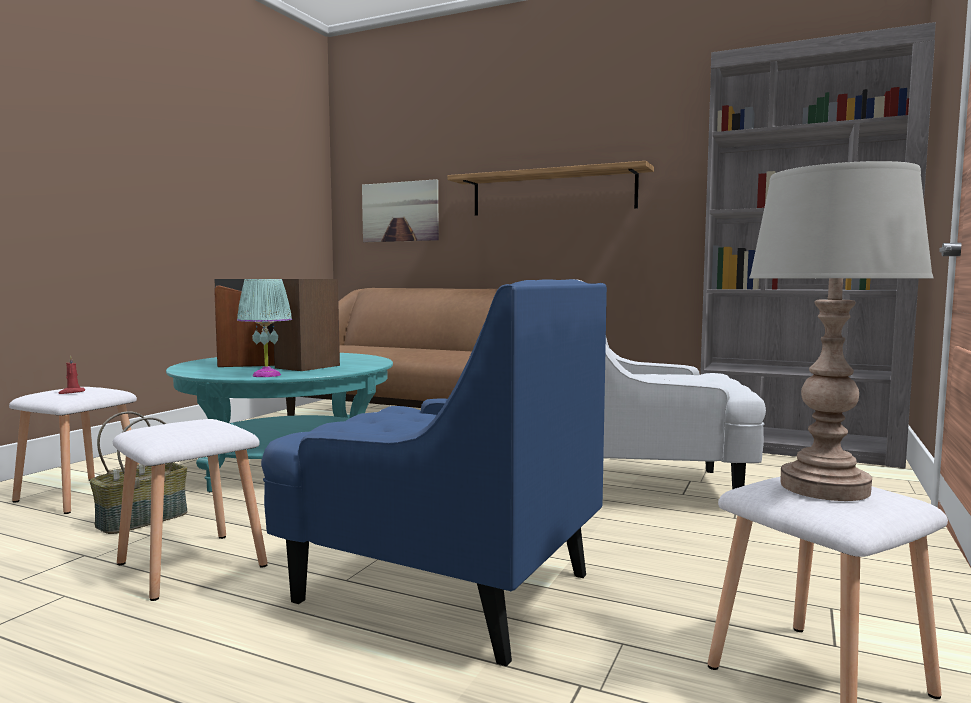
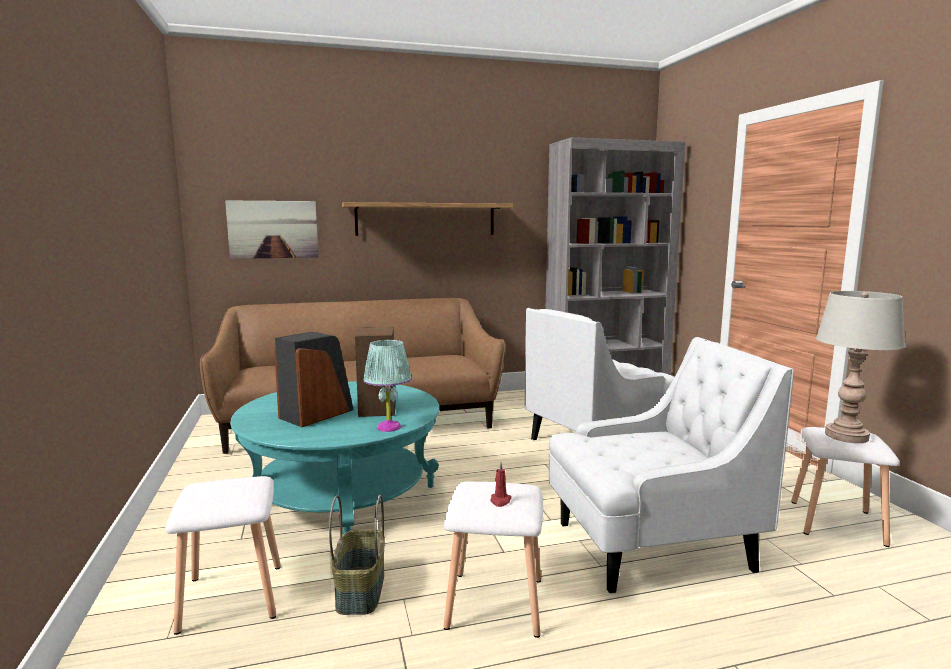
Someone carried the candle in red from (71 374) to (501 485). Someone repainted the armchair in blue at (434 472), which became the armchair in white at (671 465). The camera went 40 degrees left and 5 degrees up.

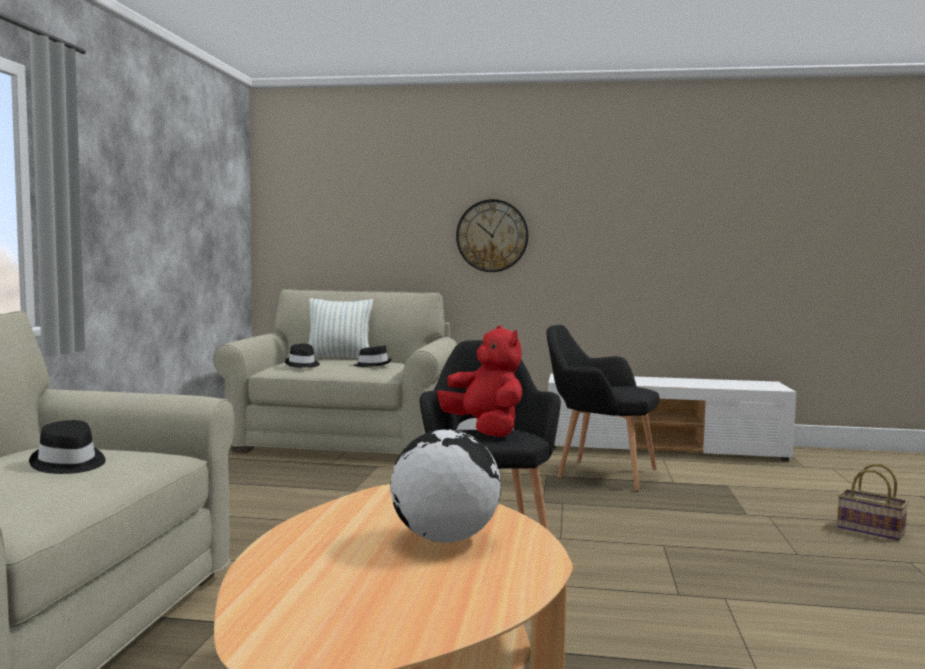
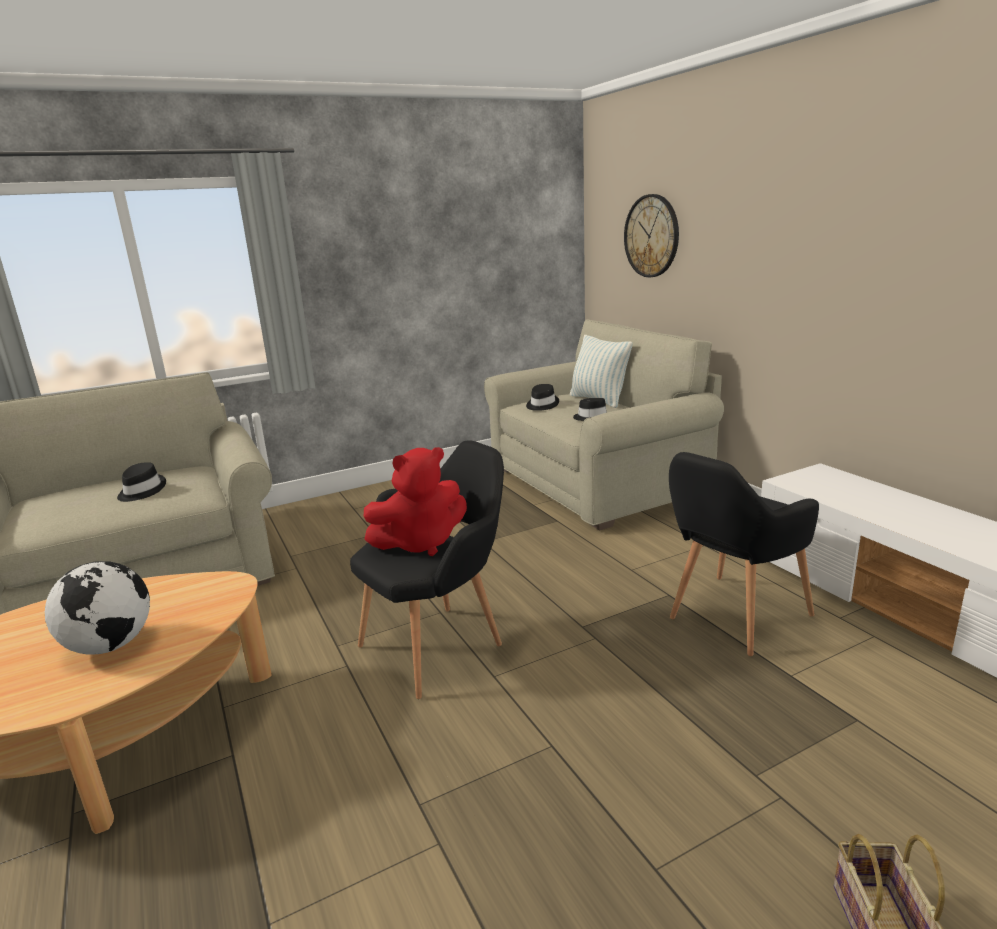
Someone rotated the plush toy in red at (479 381) by 45 degrees clockwise. Someone carried the wall clock from (492 235) to (651 235). Someone rotated the armchair in black at (603 408) by 120 degrees counterclockwise. The camera went 55 degrees right and 15 degrees up.

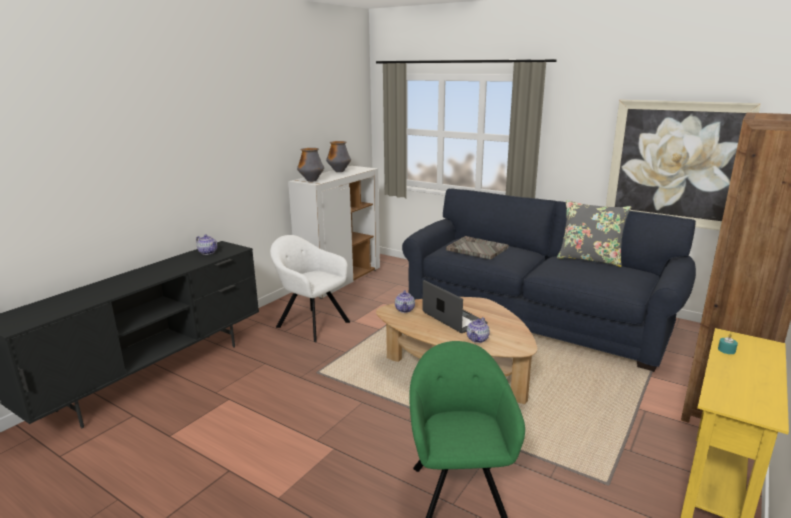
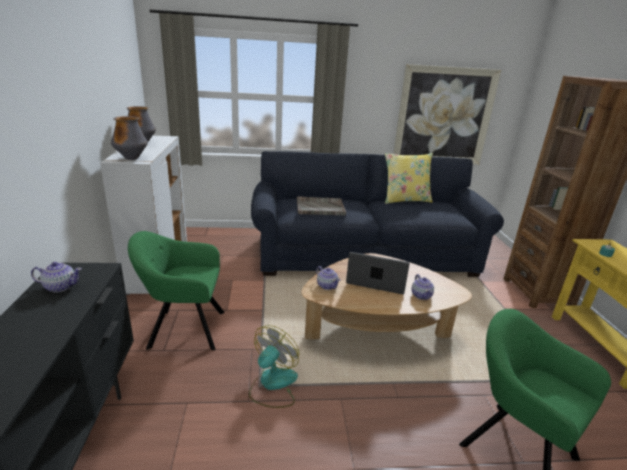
Someone repainted the armchair in white at (310 288), which became the armchair in green at (176 290). Someone put down the fan at (274 366). Someone repainted the pillow in grey at (594 233), which became the pillow in yellow at (409 178). The camera went 40 degrees left and 5 degrees up.

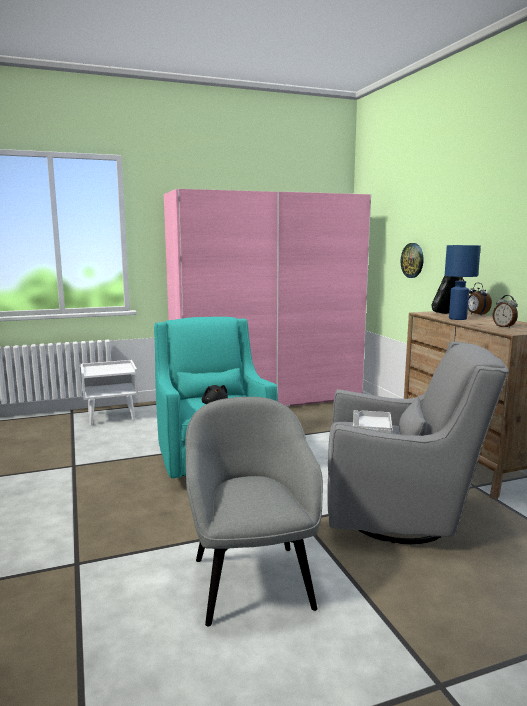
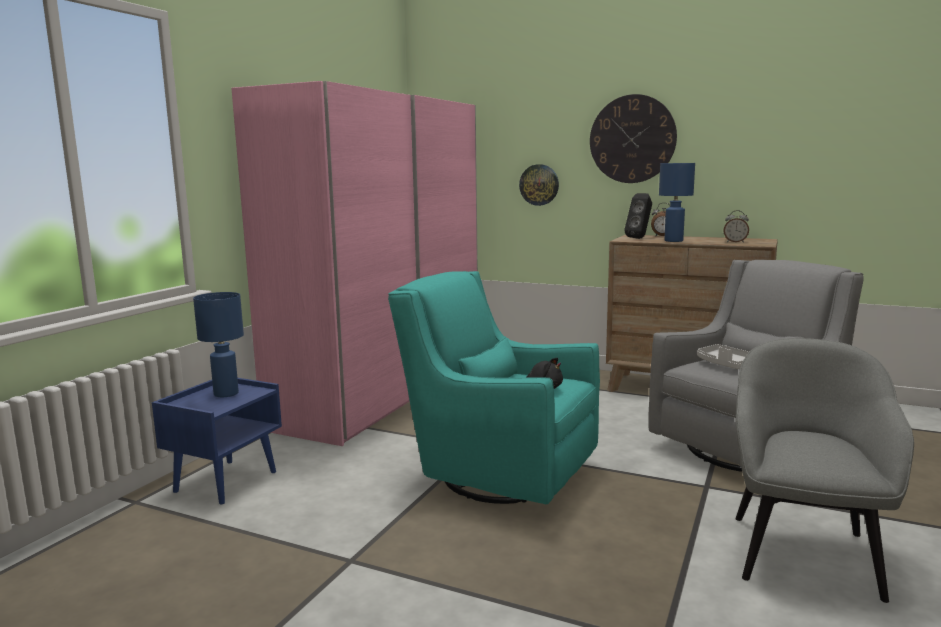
Someone repainted the nightstand in white at (109 392), which became the nightstand in blue at (217 441). Someone put down the table lamp in blue at (218 344). Someone put up the wall clock at (633 138). Someone rotated the armchair in grey at (254 512) by 75 degrees clockwise. The camera went 45 degrees left and 0 degrees up.

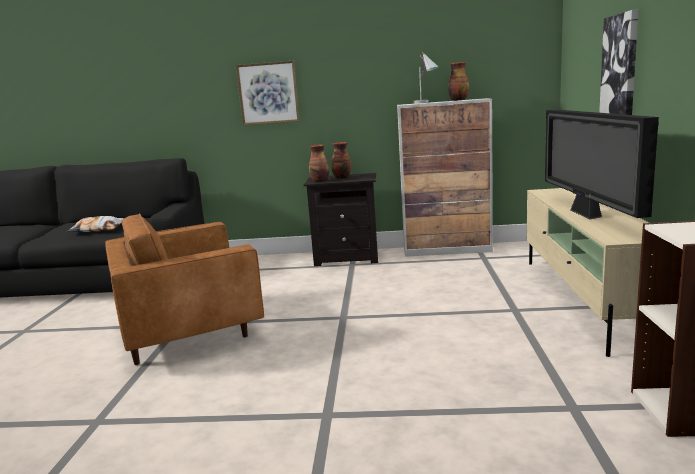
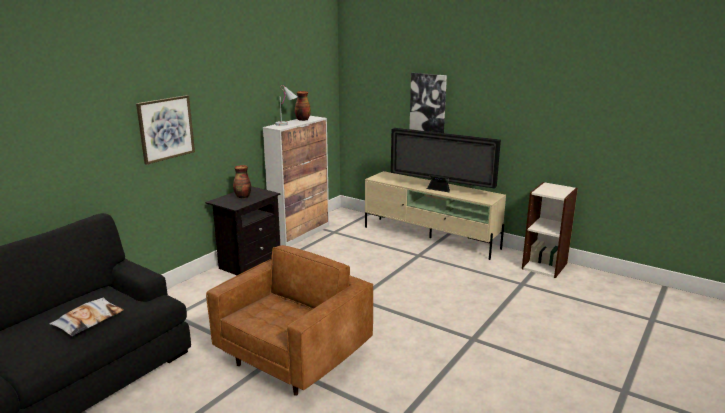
Someone rotated the armchair in brown at (184 289) by 150 degrees counterclockwise. Someone took away the vase at (319 163). The camera went 60 degrees left and 5 degrees up.

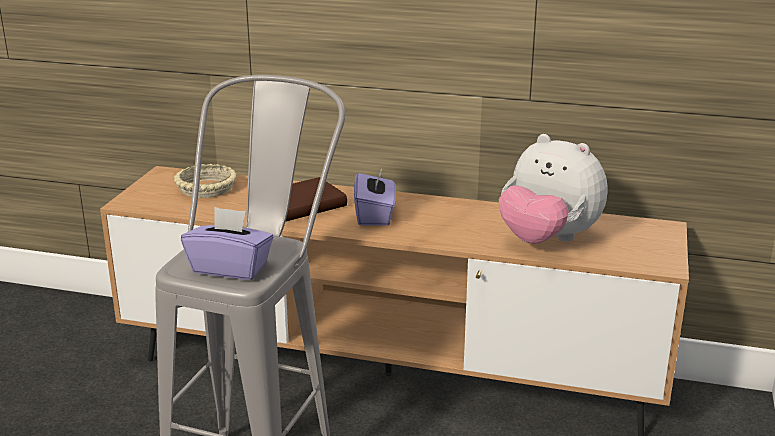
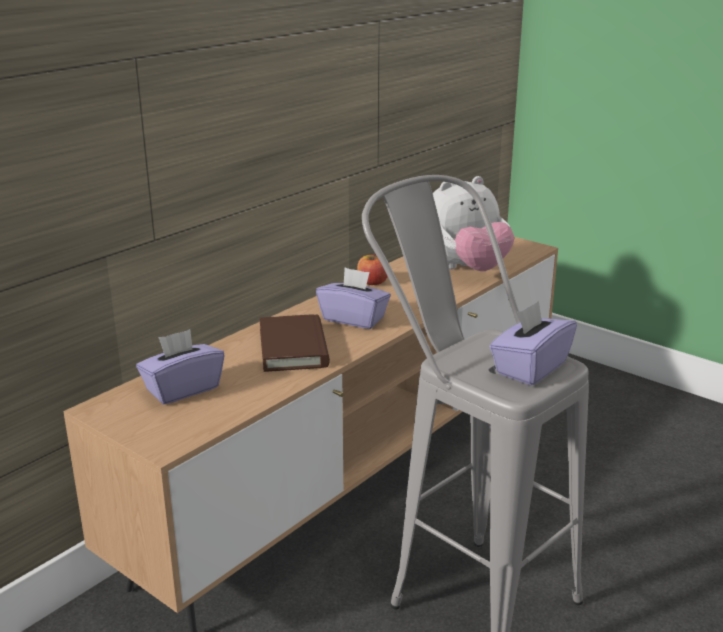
Someone swapped the bowl in beige at (205 181) for the tissue box in purple at (180 367). Someone put down the apple at (372 269). The camera went 65 degrees left and 0 degrees up.

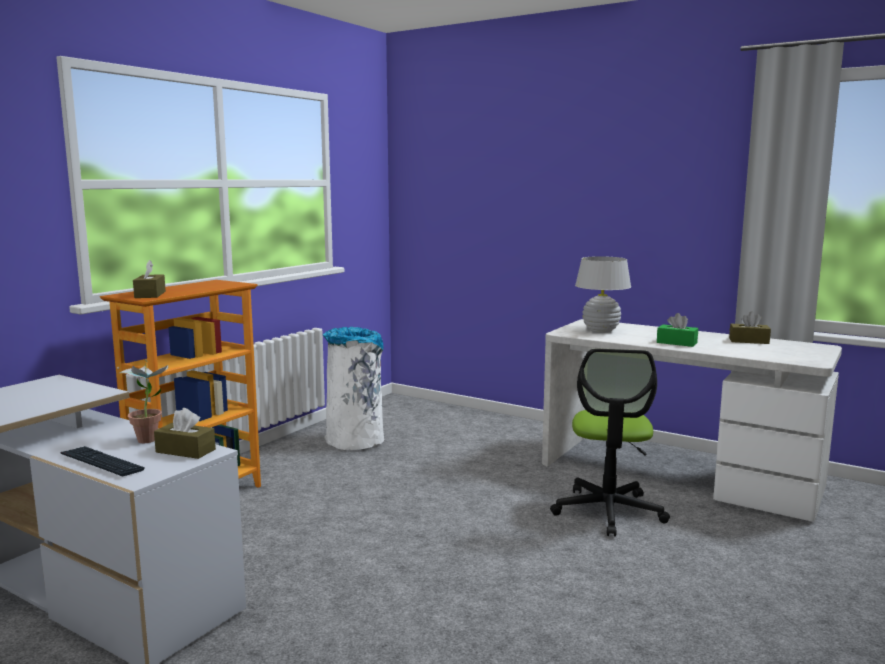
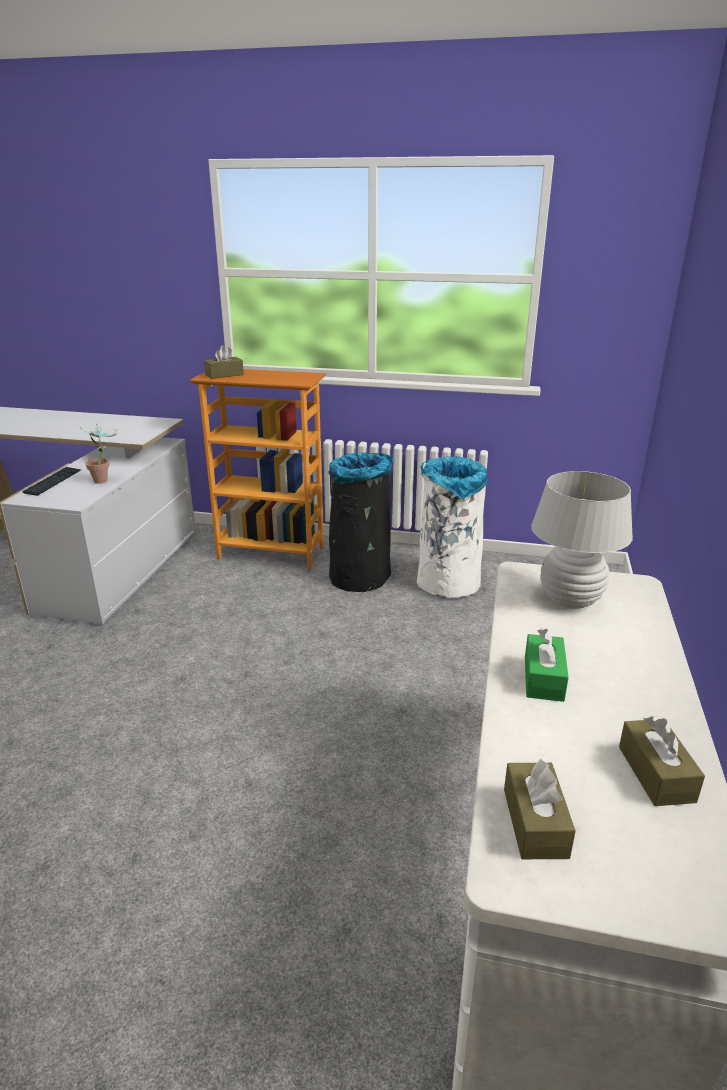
Someone put down the trash can in black at (361 522). Someone carried the tissue box in brown from (185 433) to (540 808). Someone took away the office chair at (610 442). The camera went 70 degrees right and 15 degrees up.

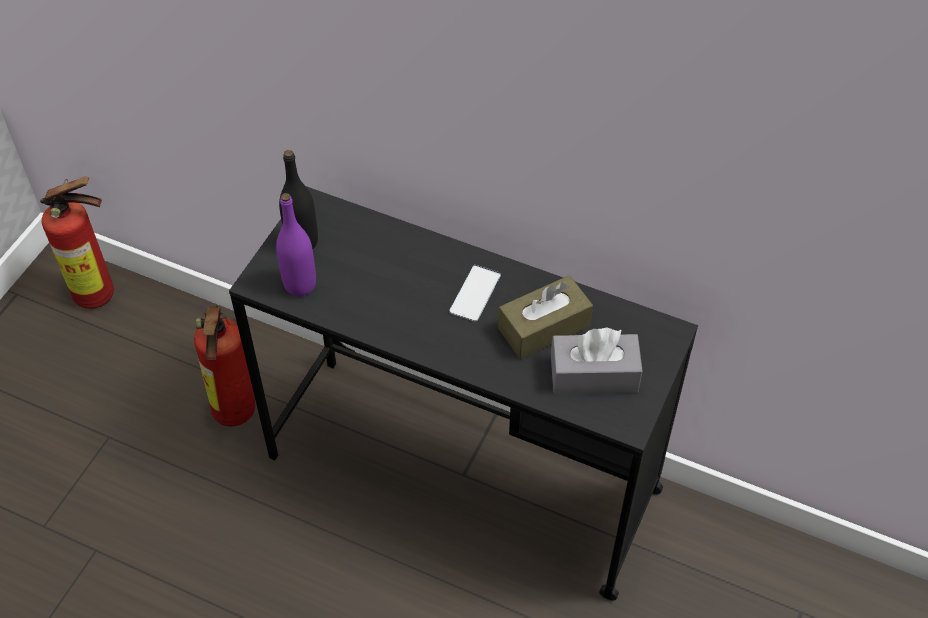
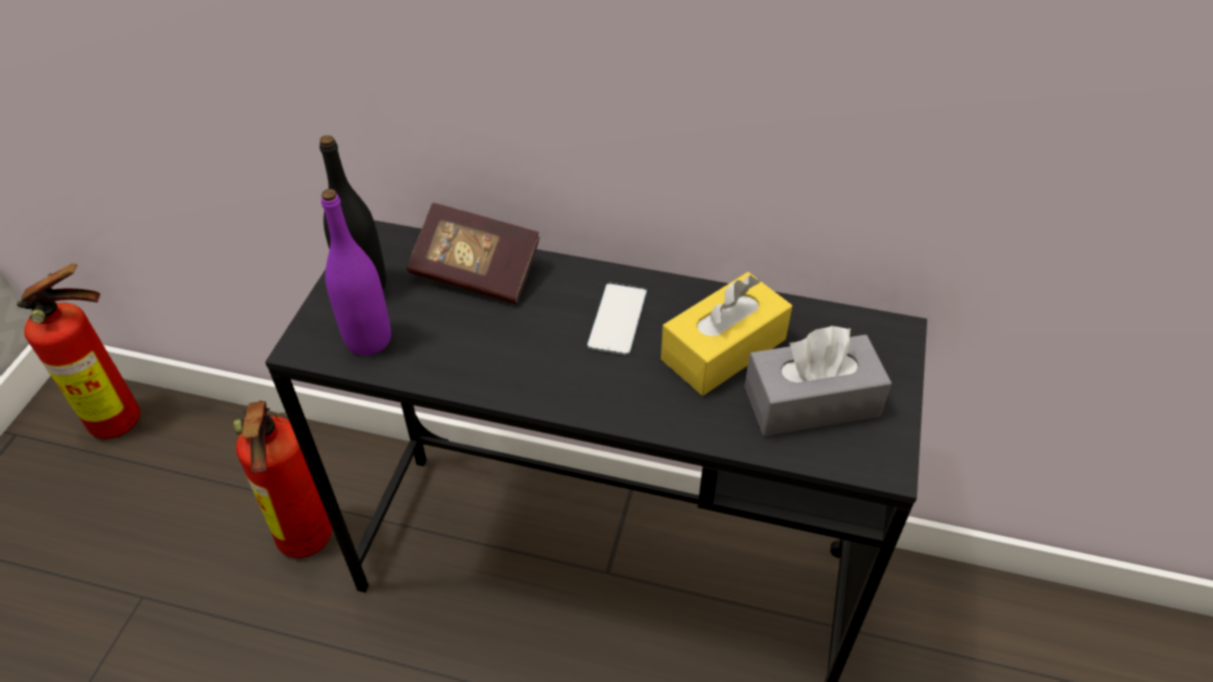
Someone put down the book at (473 253). Someone repainted the tissue box in brown at (545 317), which became the tissue box in yellow at (726 334). The camera went 10 degrees left and 5 degrees down.

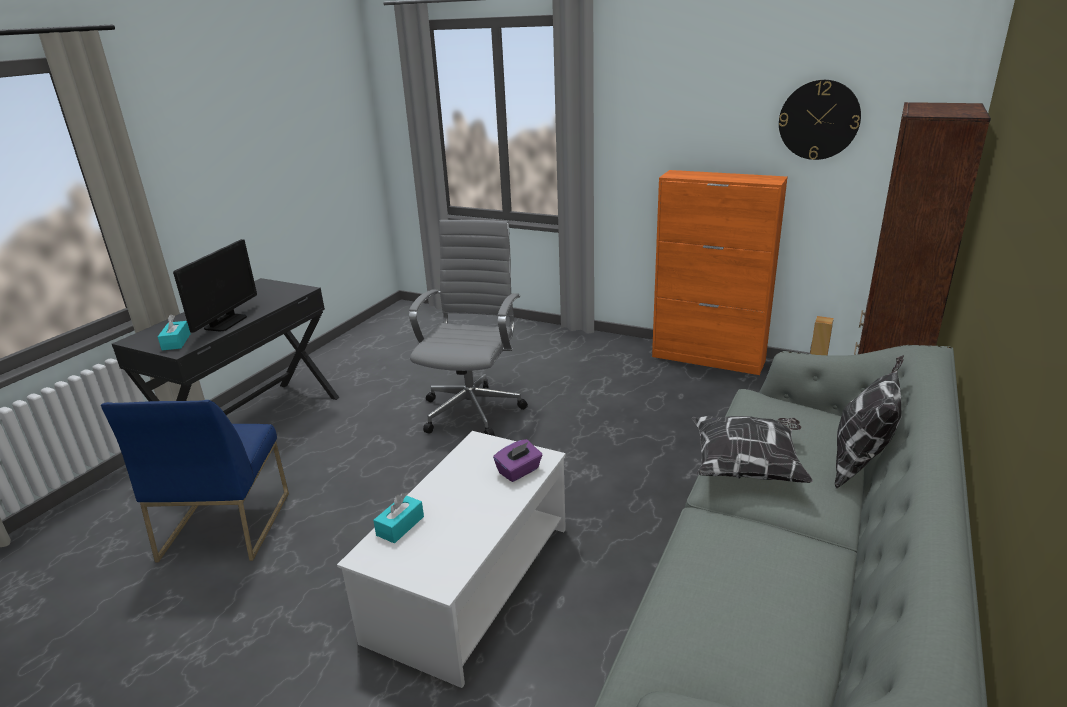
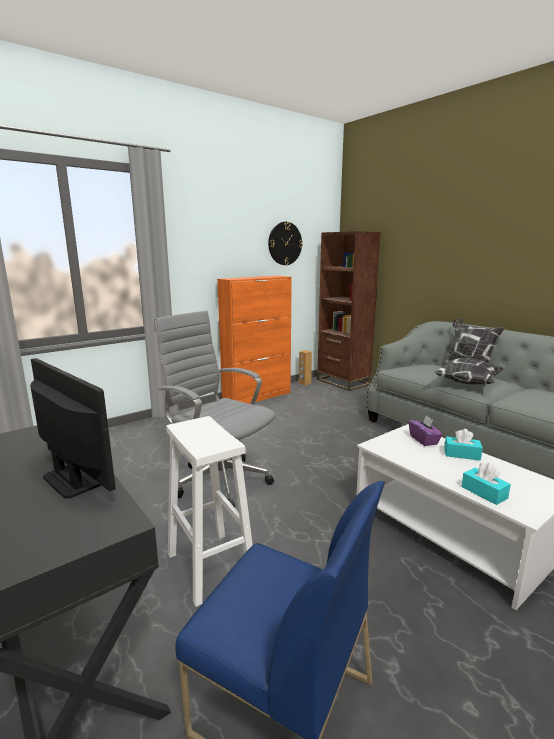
Someone put down the stool in white at (209 511). Someone carried the tissue box in turquoise from (174 332) to (463 445). The camera went 65 degrees left and 10 degrees down.

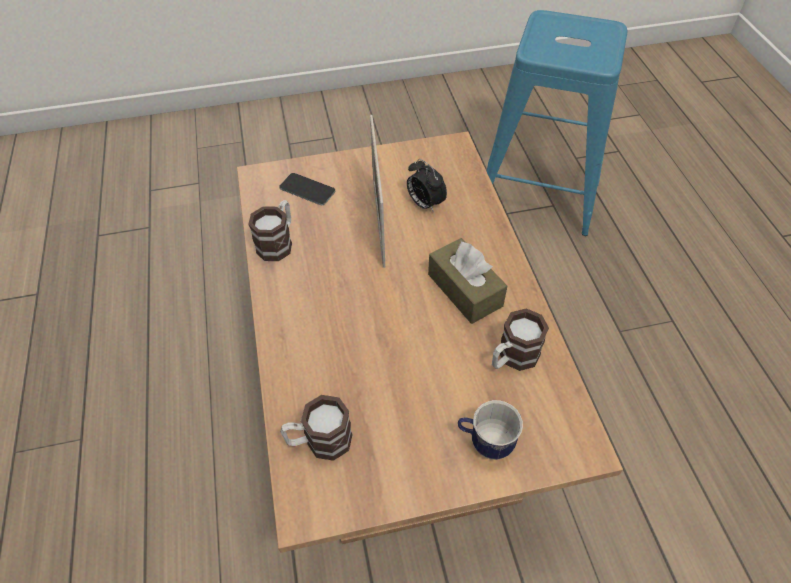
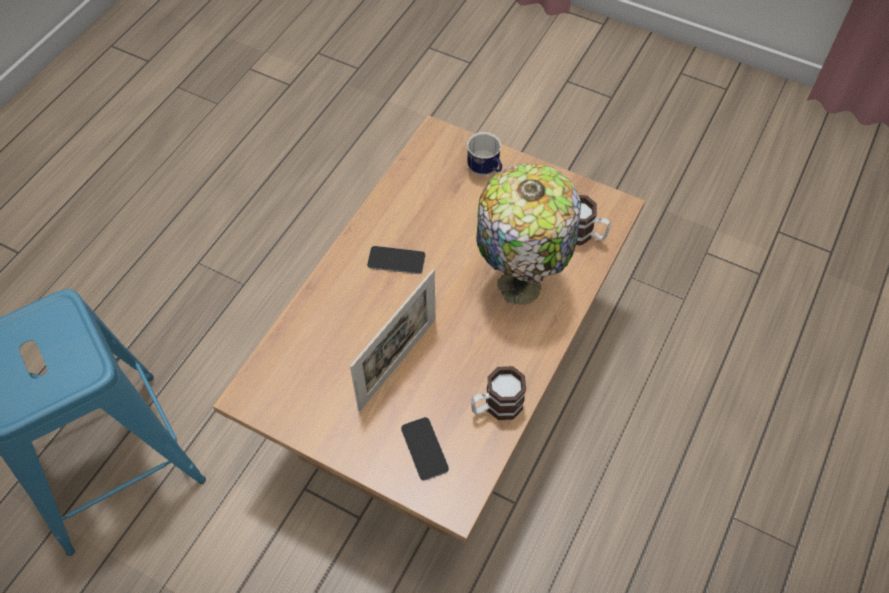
Someone swapped the tissue box in brown at (467 281) for the phone at (396 260). Someone put down the table lamp at (528 234). Someone took away the alarm clock at (427 186). Someone took away the mug at (520 339). The camera went 140 degrees left and 5 degrees up.

